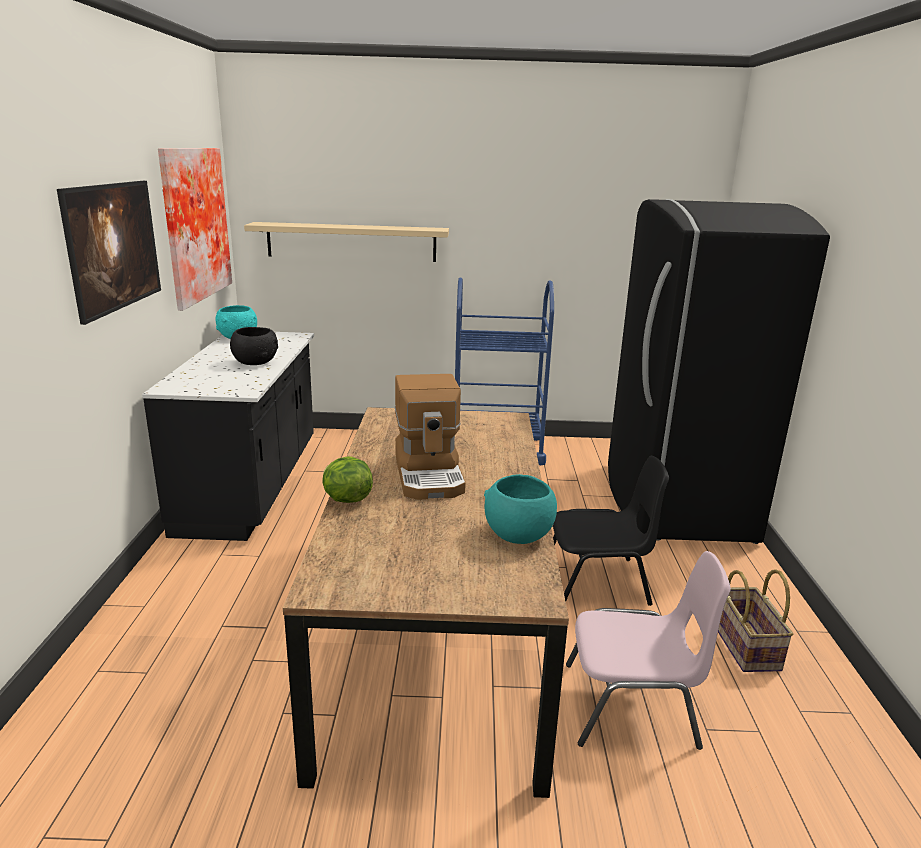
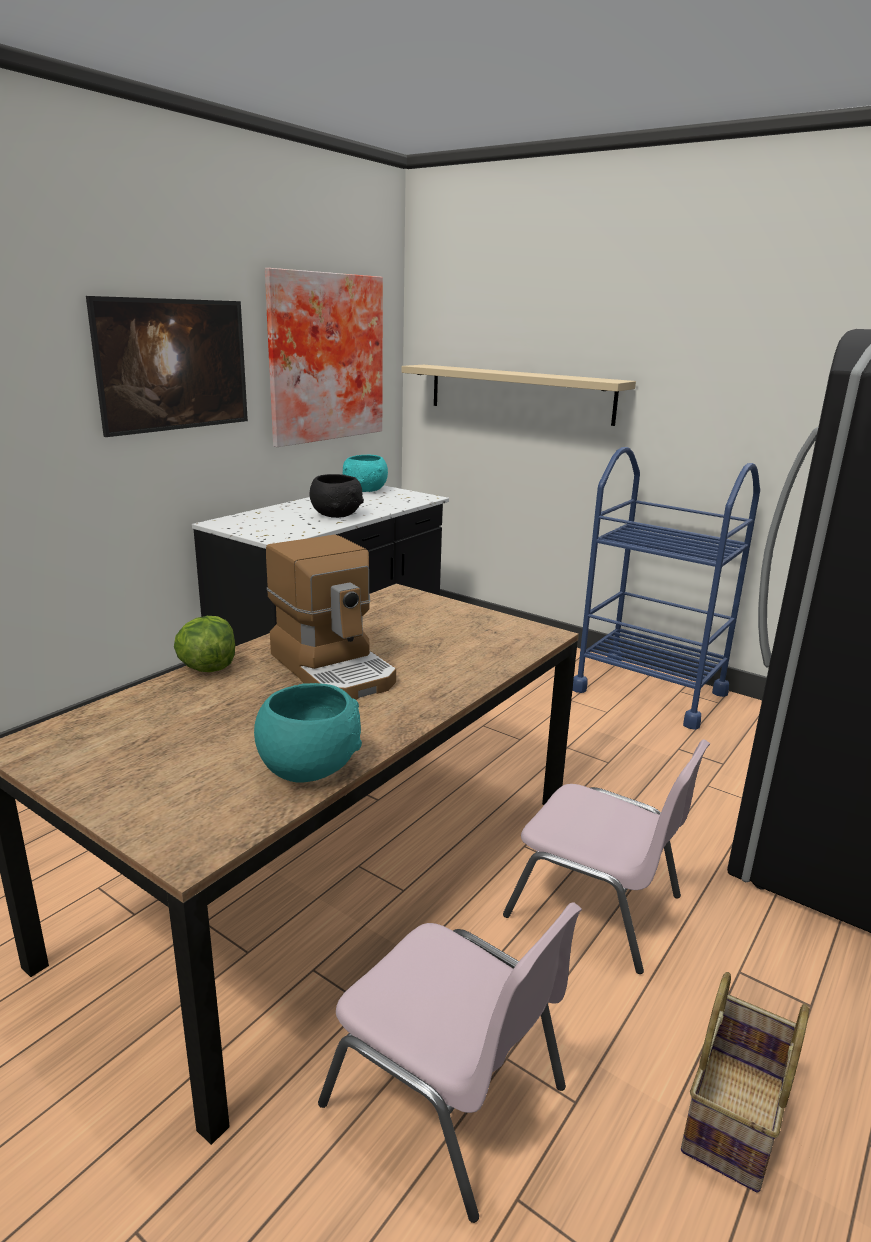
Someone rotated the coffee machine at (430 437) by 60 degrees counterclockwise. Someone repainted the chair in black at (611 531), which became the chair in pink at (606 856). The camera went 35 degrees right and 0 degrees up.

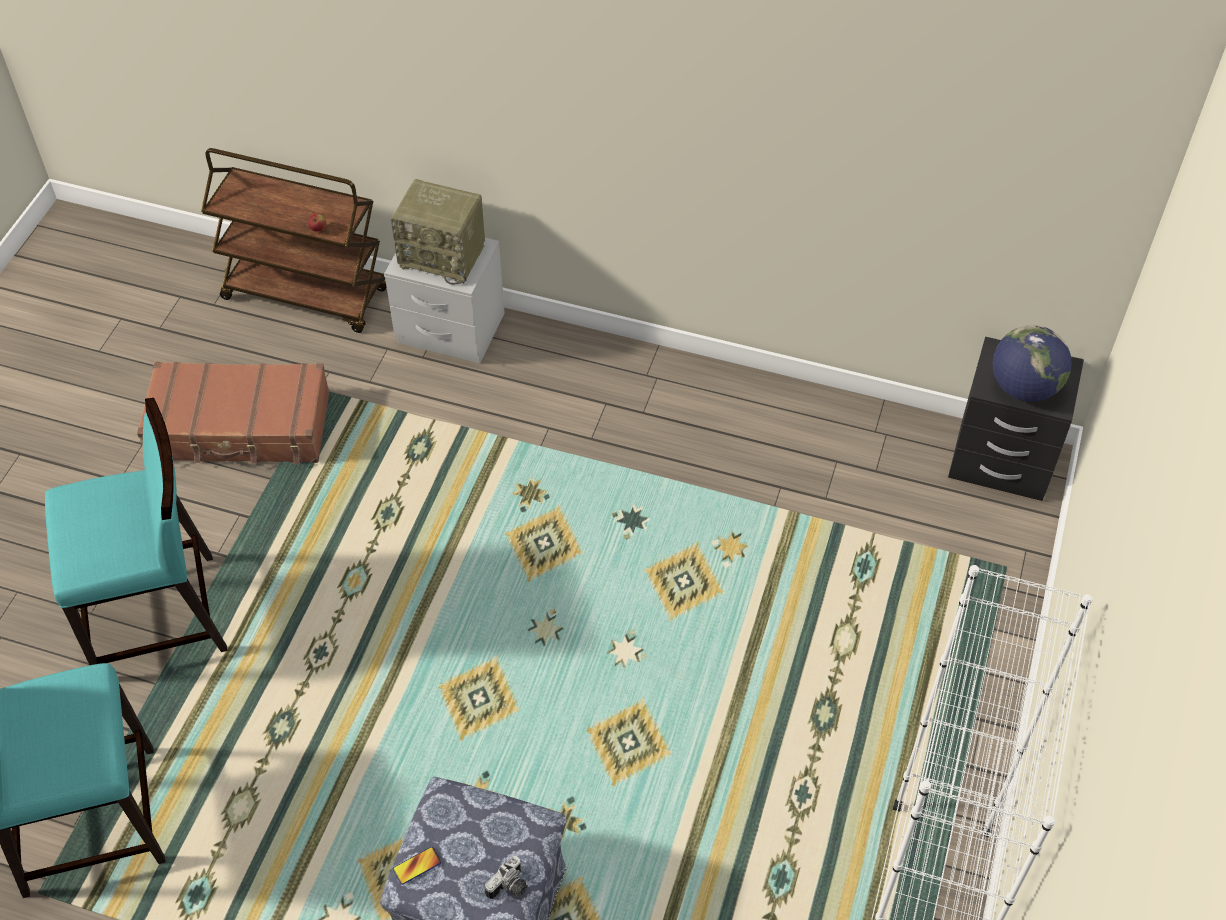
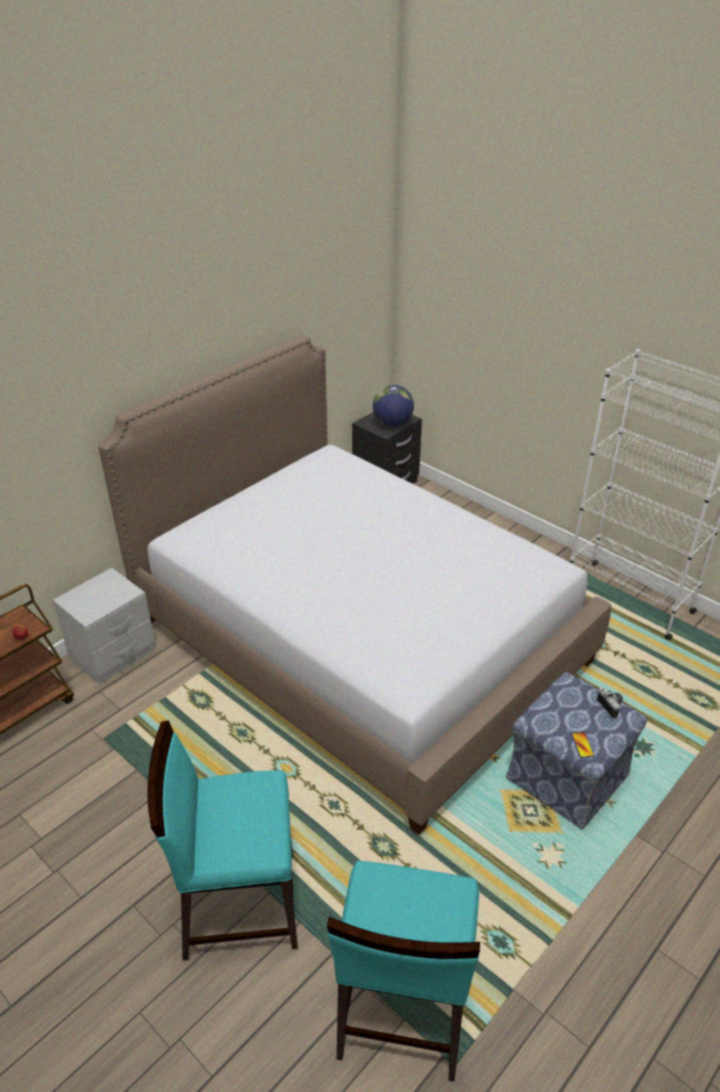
Someone put down the bed at (354 585). Someone rotated the chair in turquoise at (136 531) by 105 degrees counterclockwise. Someone took away the suitcase in brown at (233 413). Someone took away the radio at (438 231). The camera went 65 degrees left and 15 degrees down.

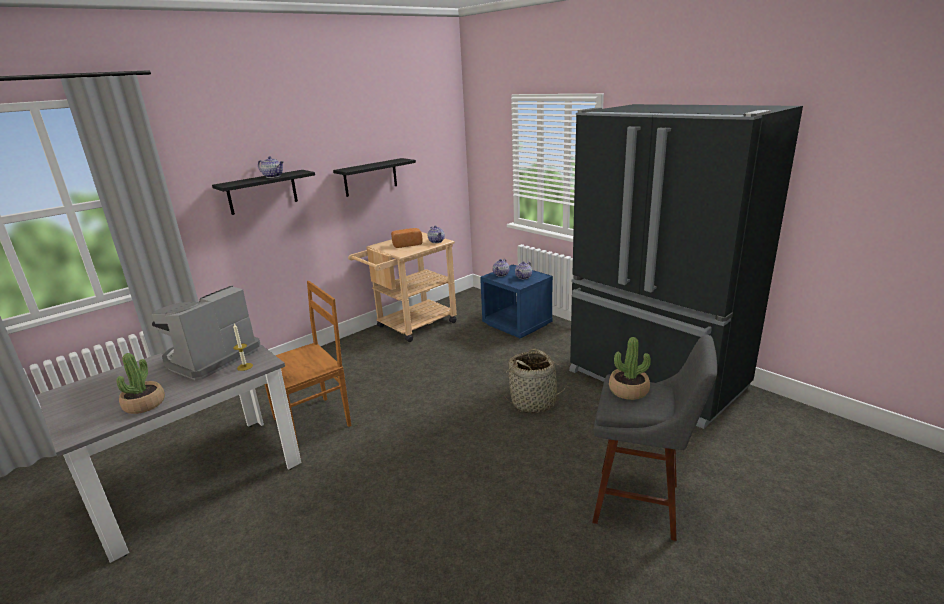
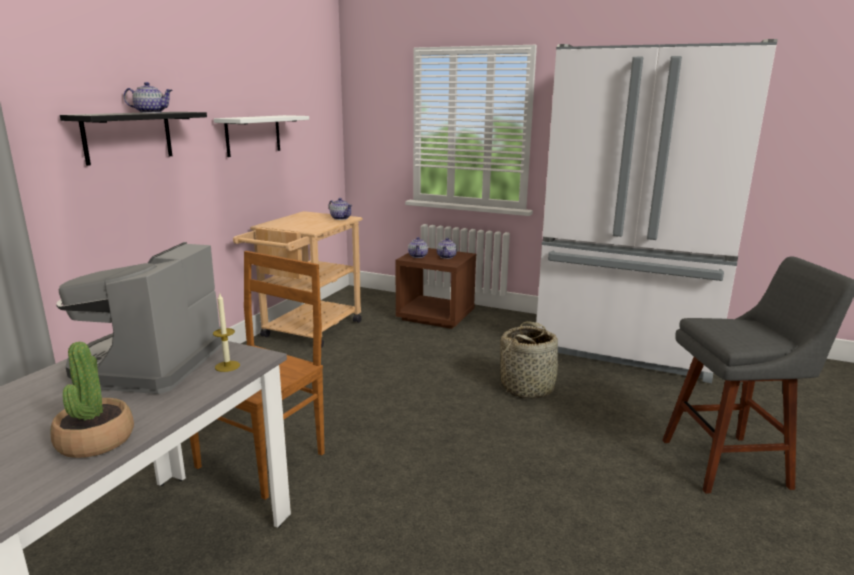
Someone repainted the shelf in black at (374 177), which became the shelf in white at (261 136). Someone repainted the nightstand in blue at (516 302), which became the nightstand in brown at (435 288). Someone repainted the fridge in black at (686 266), which became the fridge in white at (657 211). Someone took away the bread at (407 238). Someone took away the potted plant at (630 368). The camera went 25 degrees left and 5 degrees down.

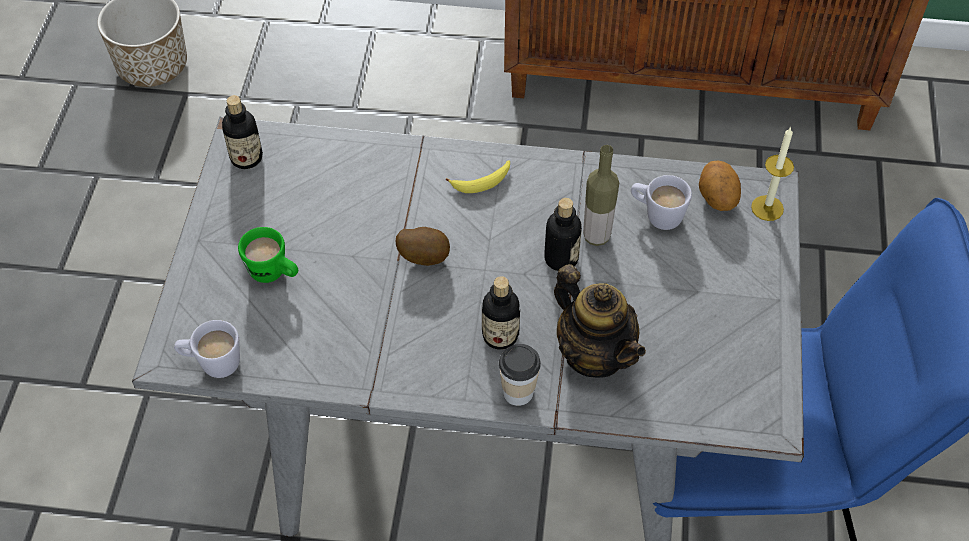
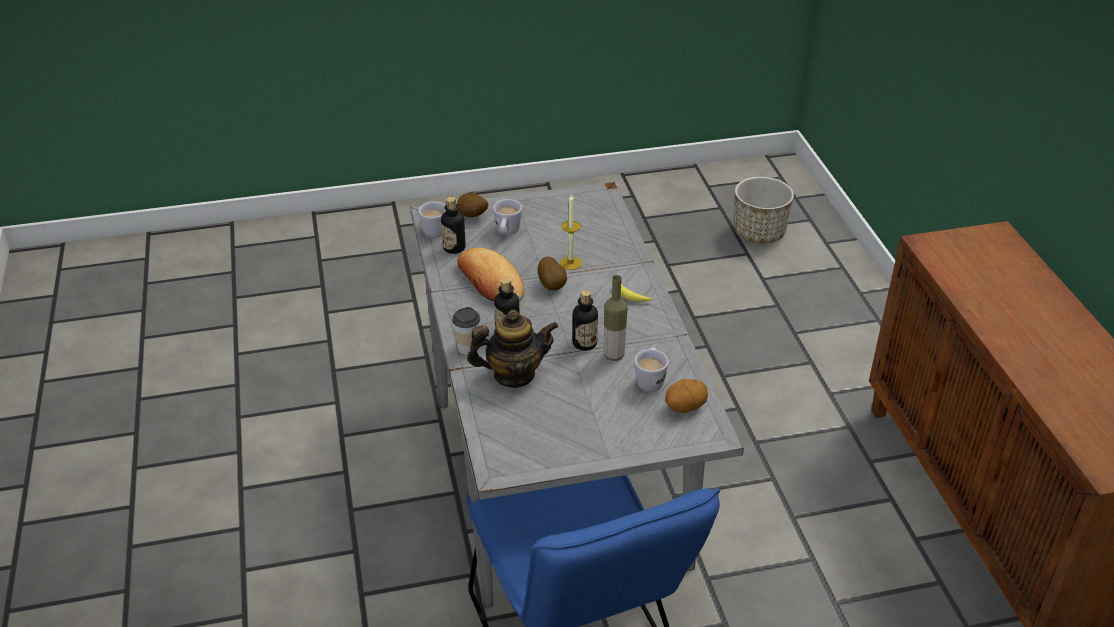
Someone carried the bottle from (242 132) to (453 225). Someone put down the potato at (472 205). Someone put down the bread at (491 274). Someone rotated the teapot at (600 321) by 135 degrees counterclockwise. Someone repainted the mug in green at (268 255), which became the mug in white at (507 217). Someone carried the candle from (772 173) to (571 231). The camera went 70 degrees right and 15 degrees down.

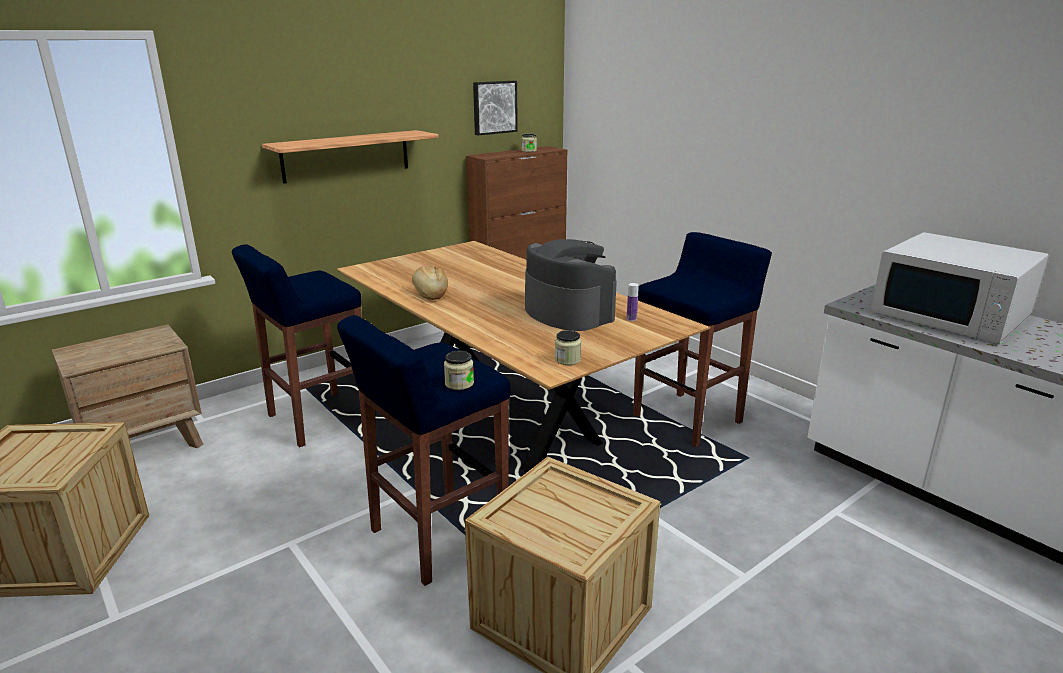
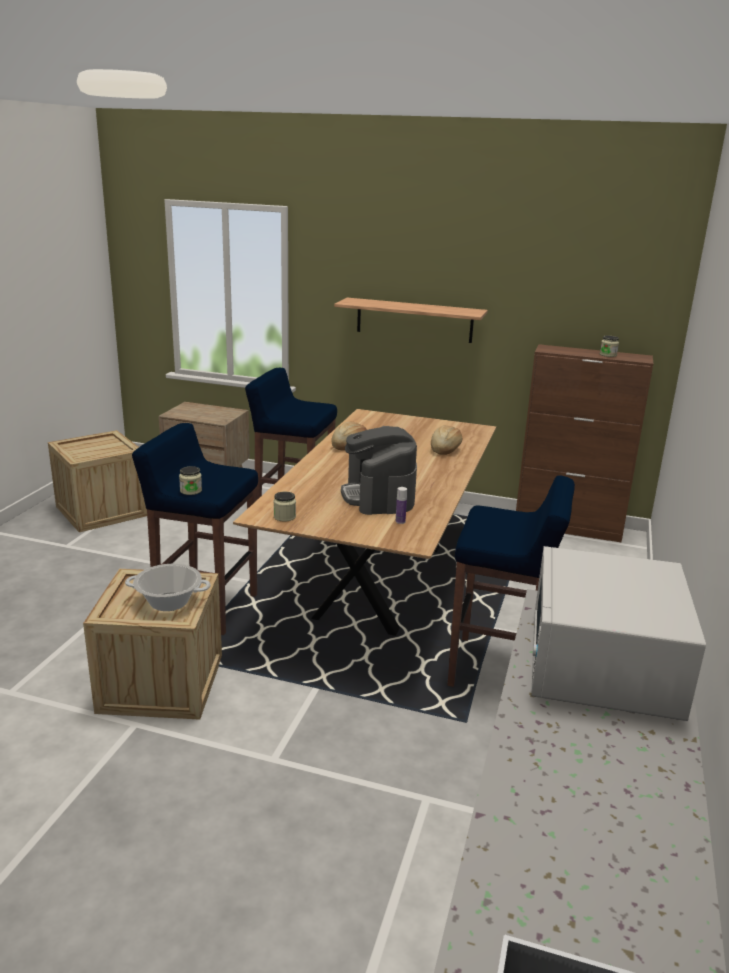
Someone put down the cooking pot at (168 587). Someone rotated the coffee machine at (571 285) by 150 degrees clockwise. Someone put down the bread at (446 440). Someone took away the picture at (495 108). The camera went 55 degrees right and 0 degrees up.

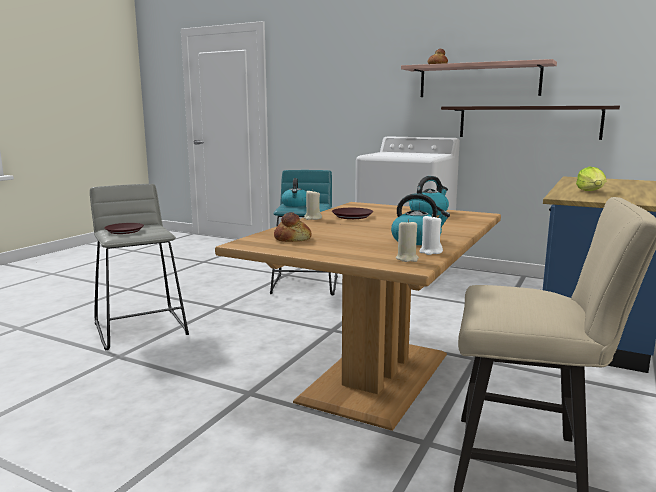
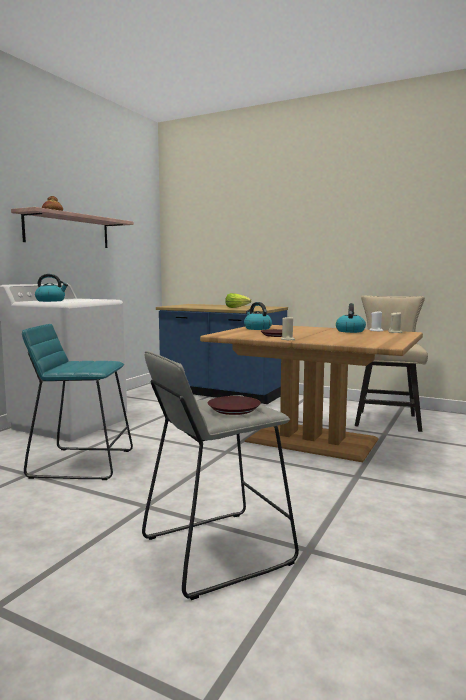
Someone carried the kettle from (293 192) to (51 288). Someone took away the bread at (293 227). Someone took away the shelf at (530 123). The camera went 90 degrees left and 5 degrees down.

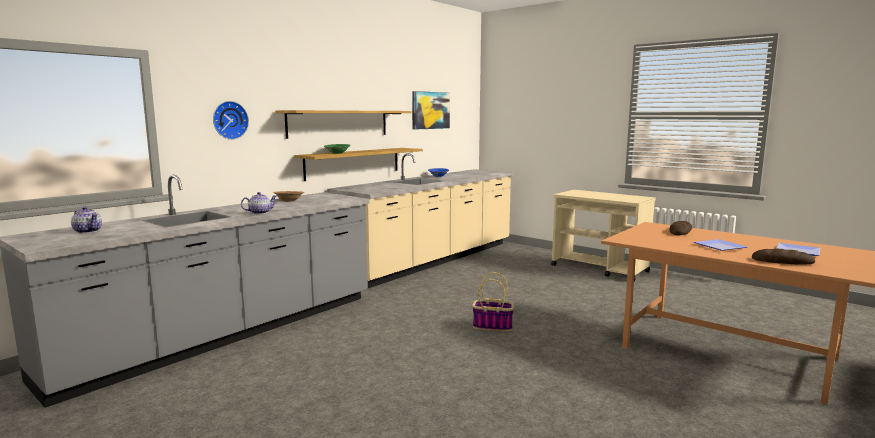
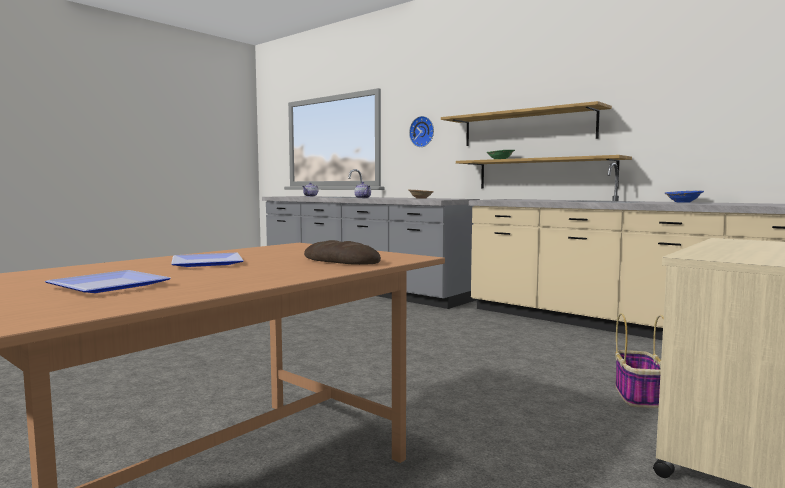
Someone carried the basket from (493 302) to (639 360). Someone took away the picture at (431 110). Someone took away the bread at (783 256). The camera went 90 degrees right and 5 degrees down.

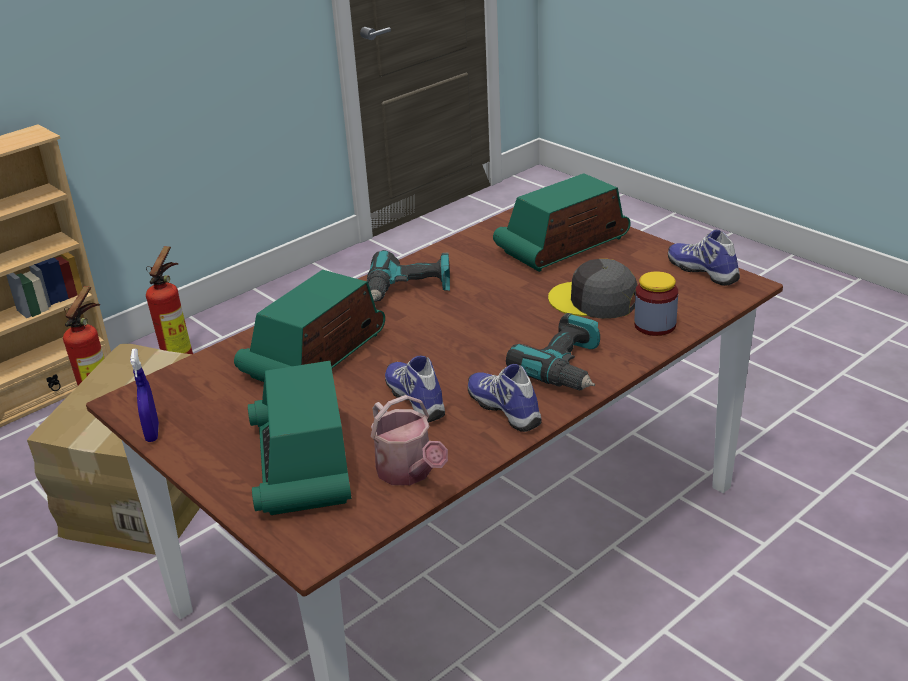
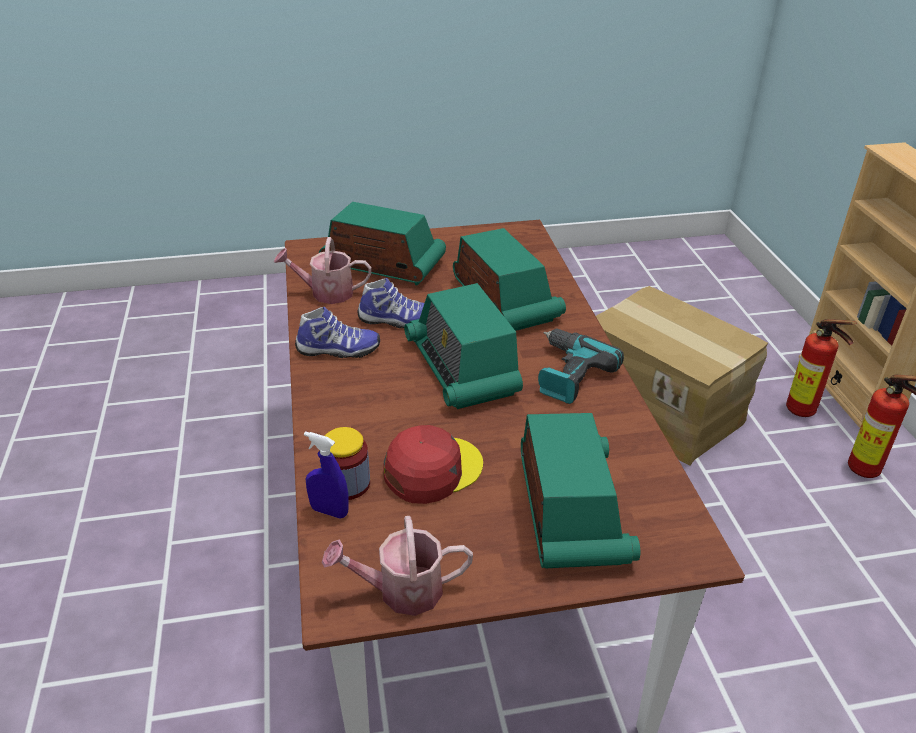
Someone carried the spray bottle in blue from (144 395) to (326 475). Someone swapped the shoe at (704 258) for the watering can at (397 566). Someone repainted the cap in grey at (592 289), which became the cap in red at (433 464). Someone put down the radio at (463 346). Someone took away the power drill at (553 352). The camera went 120 degrees right and 5 degrees up.

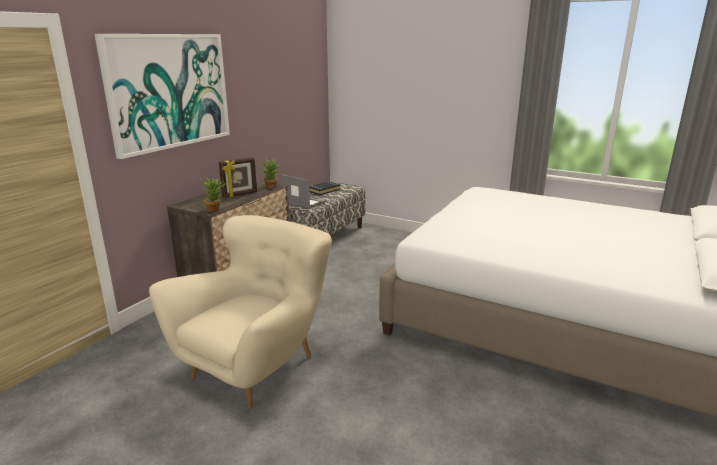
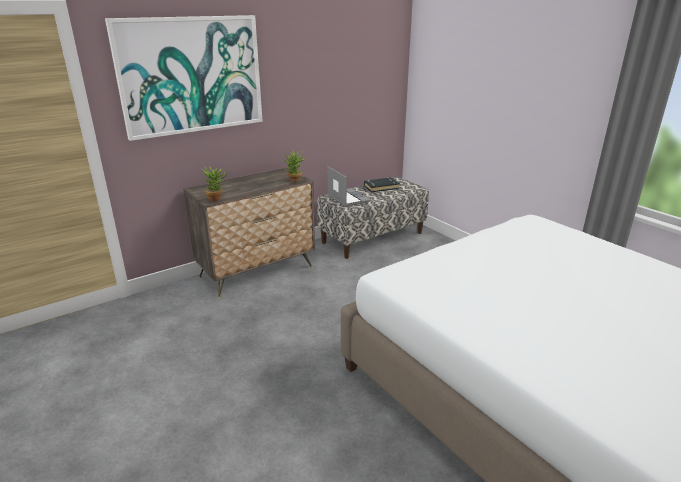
Someone took away the armchair in beige at (240 312). Someone took away the picture frame at (238 177). The camera went 25 degrees right and 5 degrees up.

